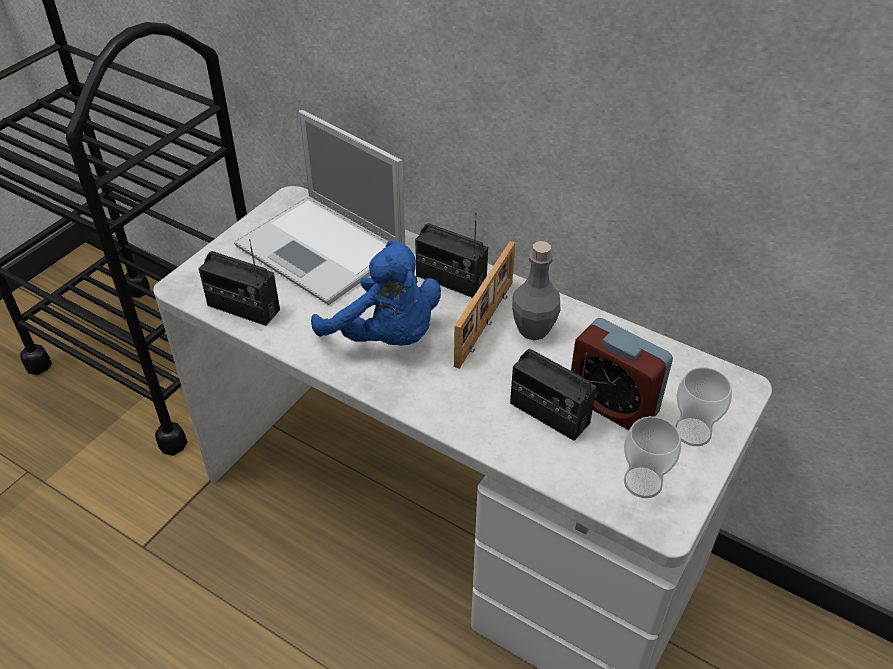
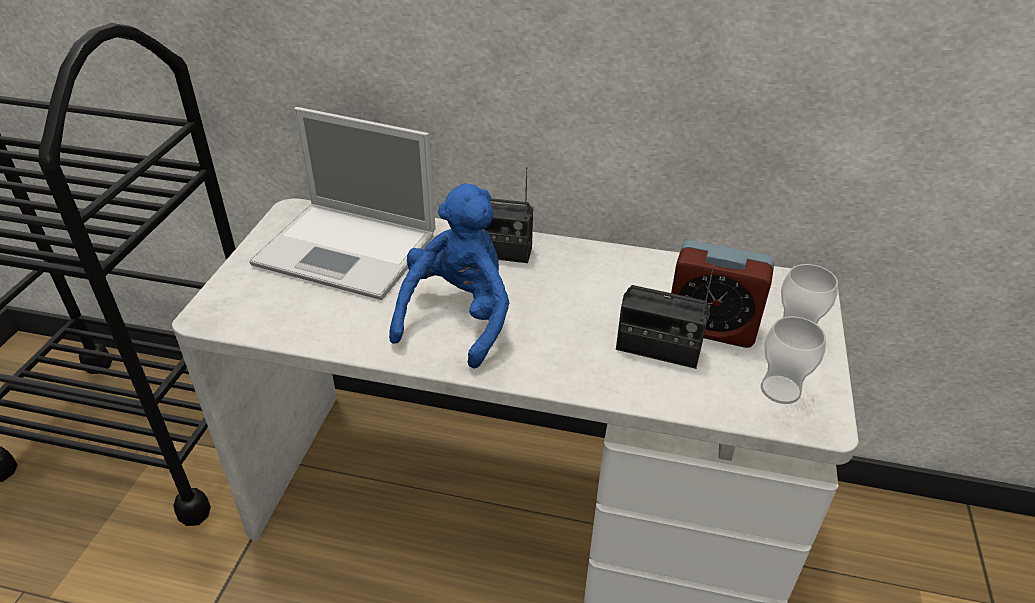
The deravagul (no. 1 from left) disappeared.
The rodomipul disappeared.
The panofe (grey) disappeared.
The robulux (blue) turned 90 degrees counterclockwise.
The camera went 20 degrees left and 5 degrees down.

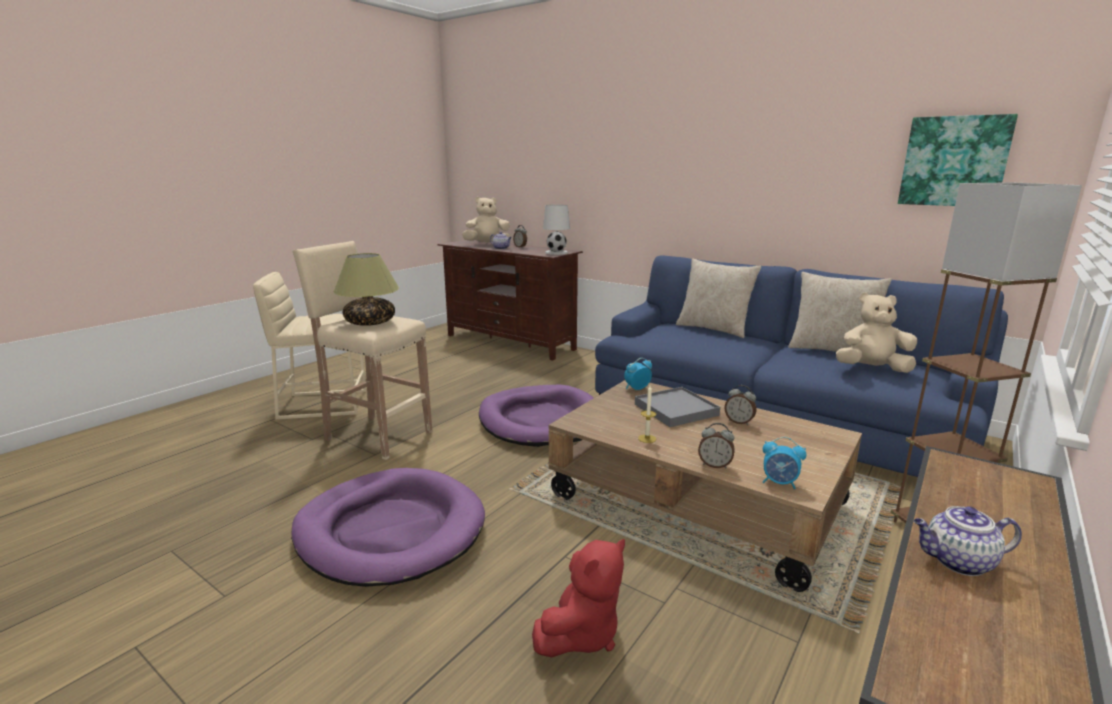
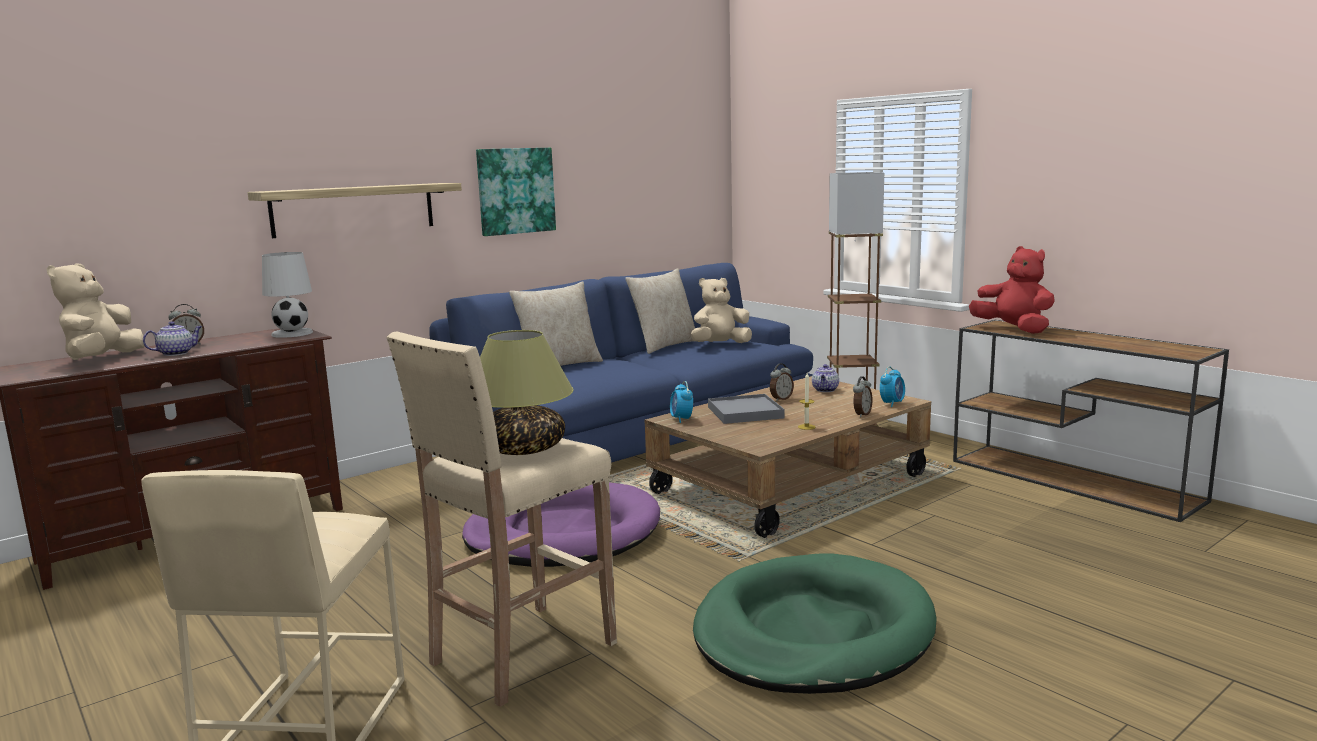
The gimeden appeared.
The robulux (red) moved.
The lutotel moved.
The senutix (no. 2 from left) moved.
The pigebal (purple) (no. 1 from left) became the pigebal (green).
The robulux (beige) (no. 2 from left) turned 45 degrees clockwise.
The camera went 75 degrees left and 5 degrees down.

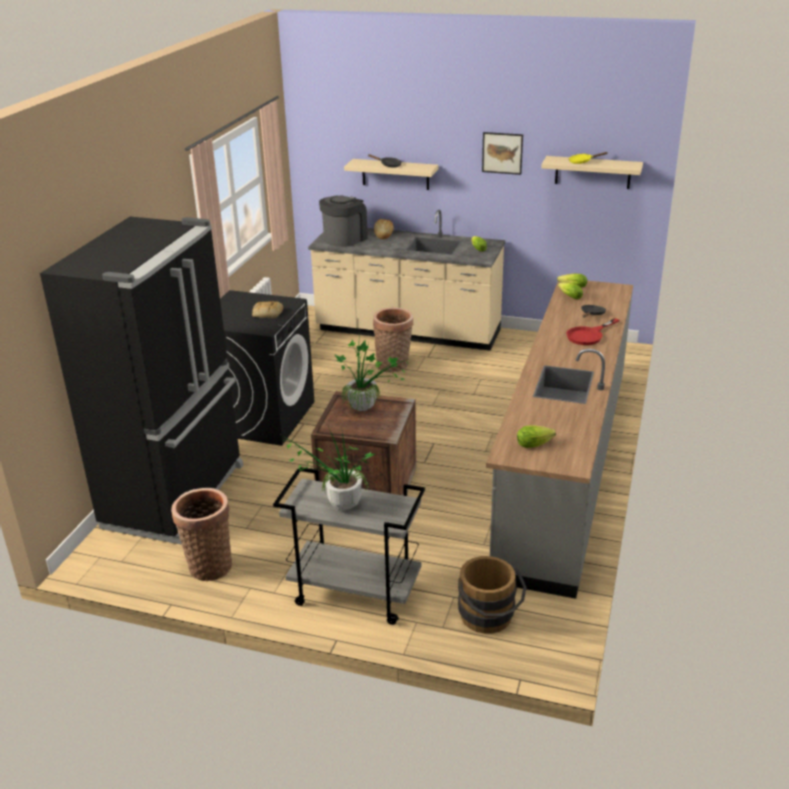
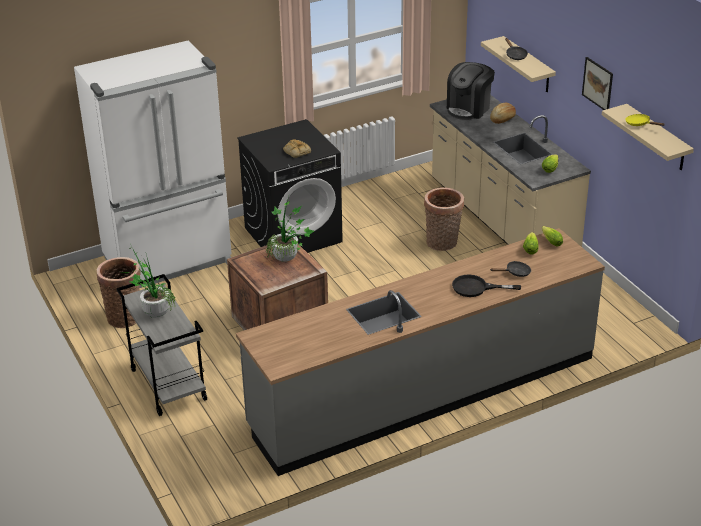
The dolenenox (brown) disappeared.
The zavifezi (no. 2 from left) disappeared.
The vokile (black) became the vokile (white).
The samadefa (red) became the samadefa (black) (no. 1 from left).
The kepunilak turned 135 degrees clockwise.
The camera went 45 degrees right and 5 degrees up.

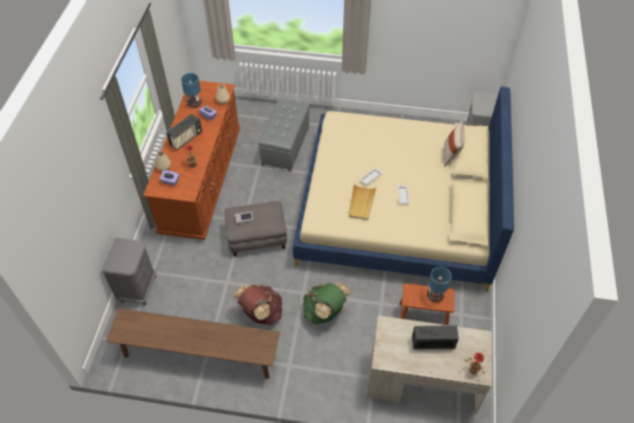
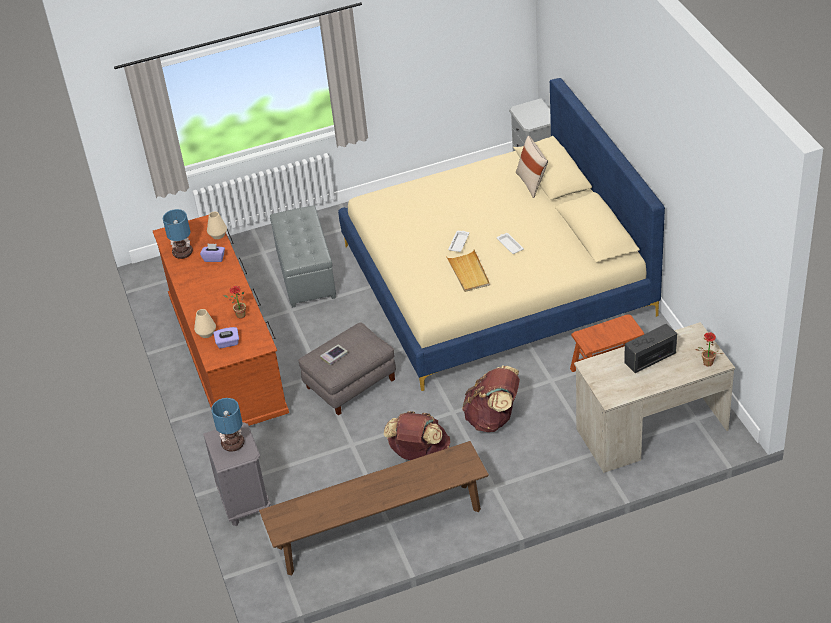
The deravagul (no. 1 from left) disappeared.
The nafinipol (no. 2 from left) moved.
The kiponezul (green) became the kiponezul (brown) (no. 2 from left).
The camera went 25 degrees left and 10 degrees down.

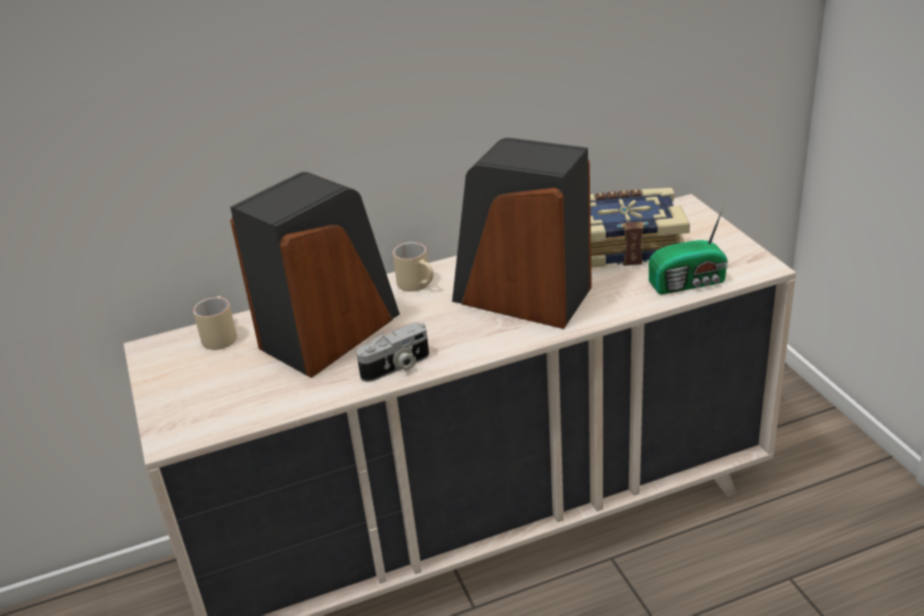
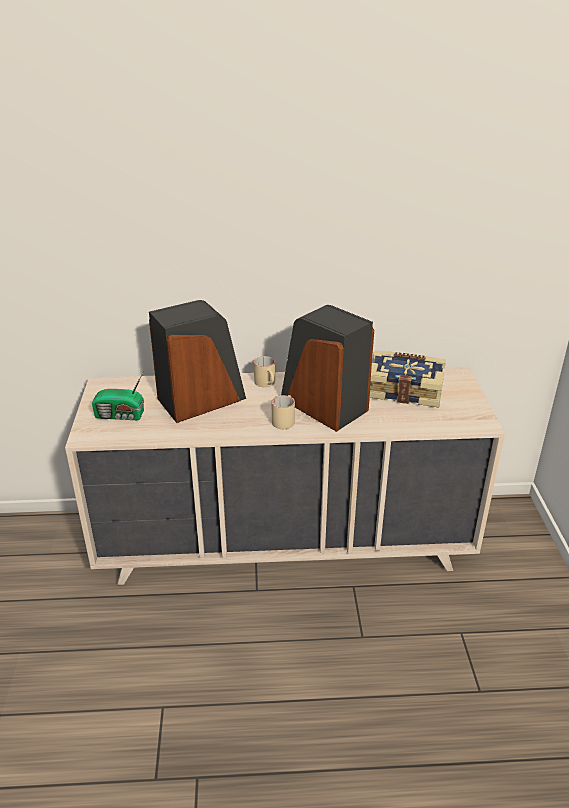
The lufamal disappeared.
The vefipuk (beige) (no. 1 from left in the first image) moved.
The deravagul moved.
The camera went 15 degrees right and 0 degrees up.

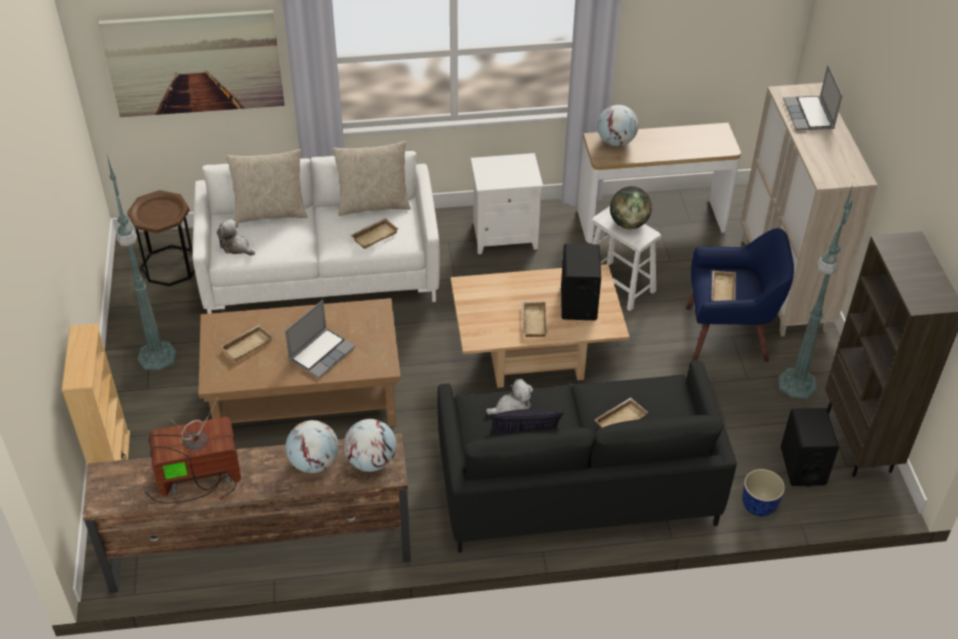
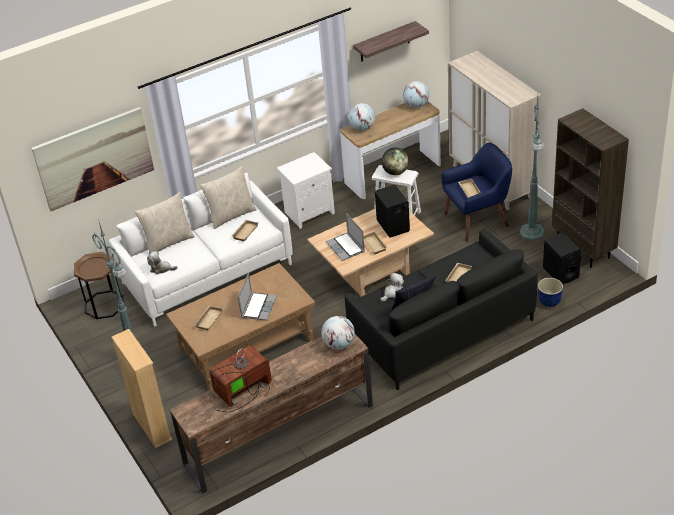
The gimeden appeared.
The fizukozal (no. 1 from left in the first image) moved.
The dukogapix (no. 2 from left) moved.
The camera went 20 degrees left and 5 degrees down.

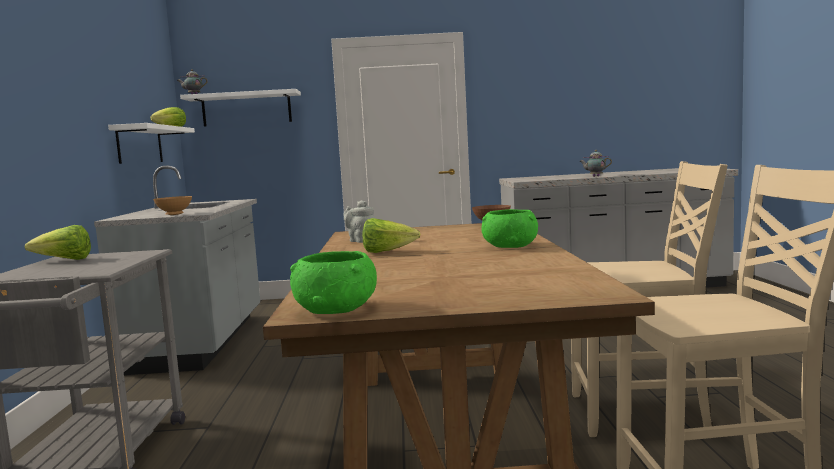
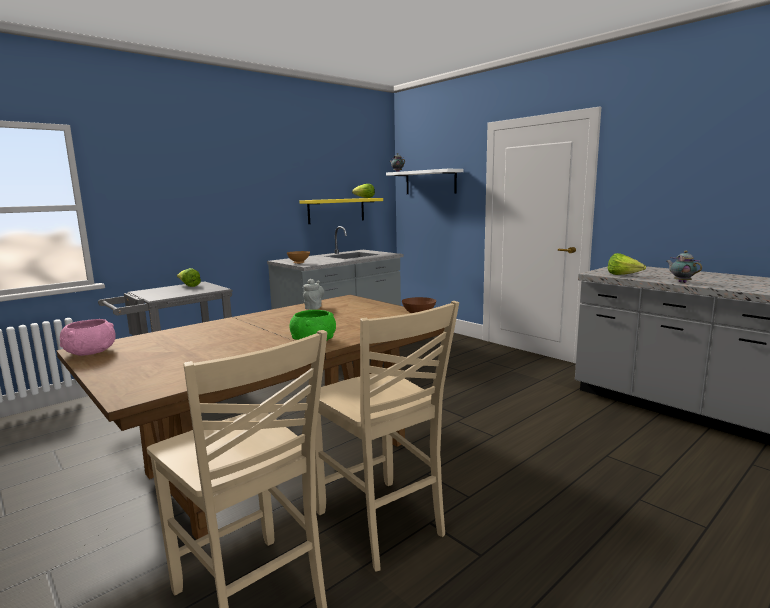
The zavifezi (no. 3 from left) moved.
The gimeden (white) (no. 1 from left) became the gimeden (yellow).
The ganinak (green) (no. 1 from left) became the ganinak (pink).
The camera went 50 degrees right and 5 degrees up.

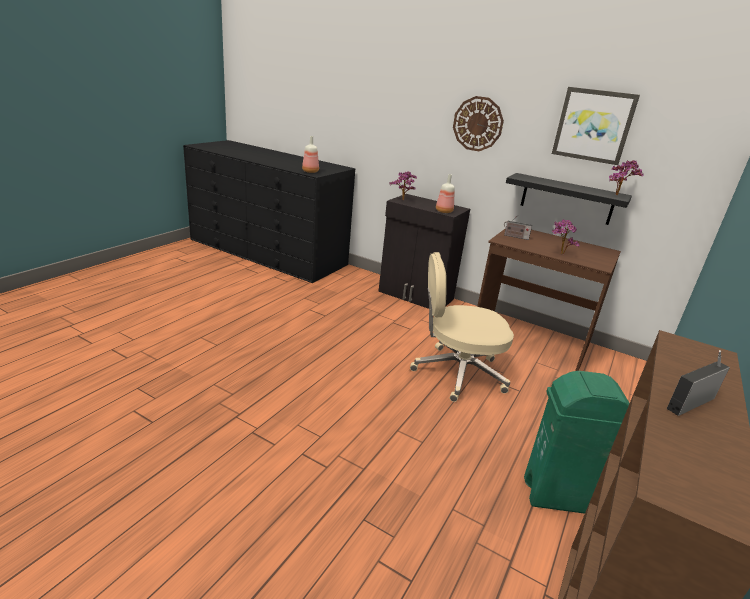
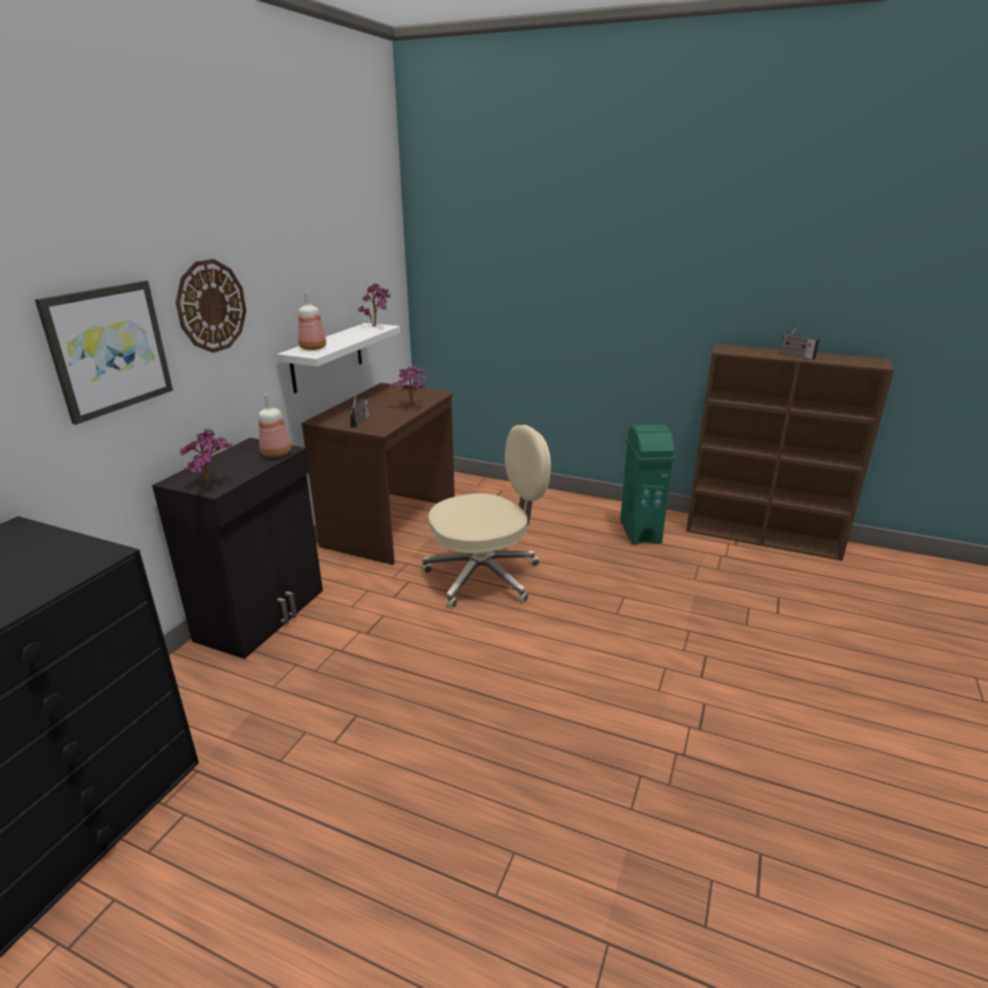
The panofe (no. 1 from left in the first image) moved.
The lutotel moved.
The gimeden (black) became the gimeden (white).
The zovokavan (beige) turned 105 degrees counterclockwise.
The camera went 95 degrees left and 0 degrees up.

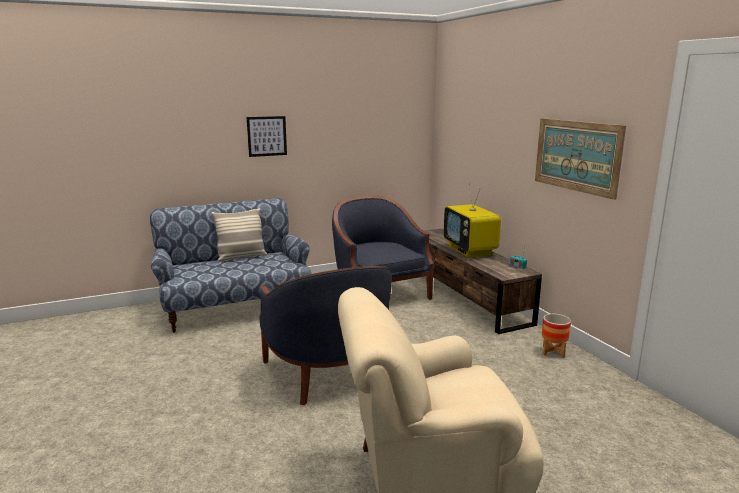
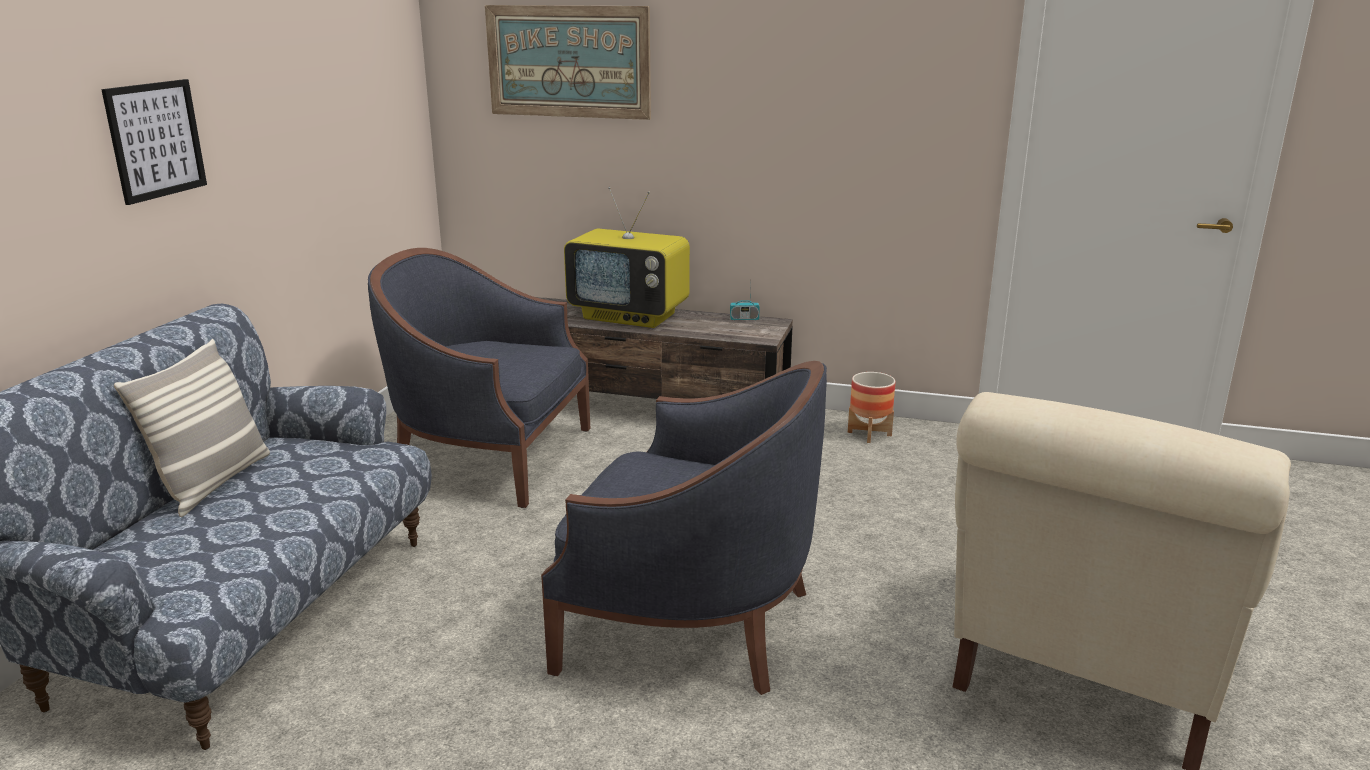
The lutotel (no. 2 from left) moved.
The camera went 50 degrees left and 5 degrees up.

